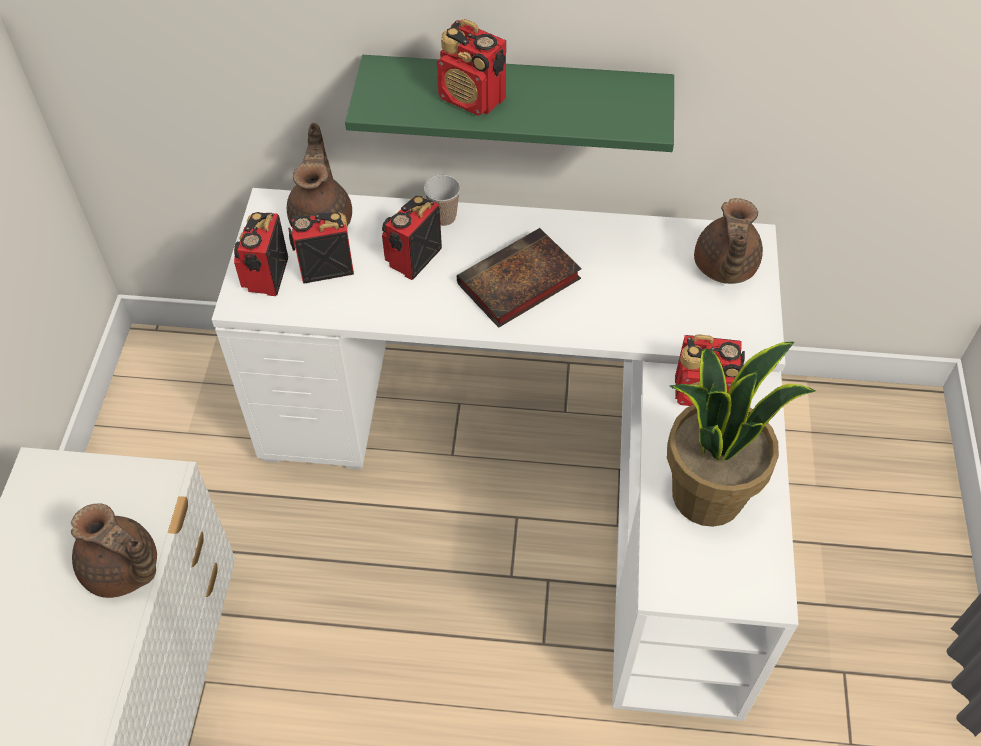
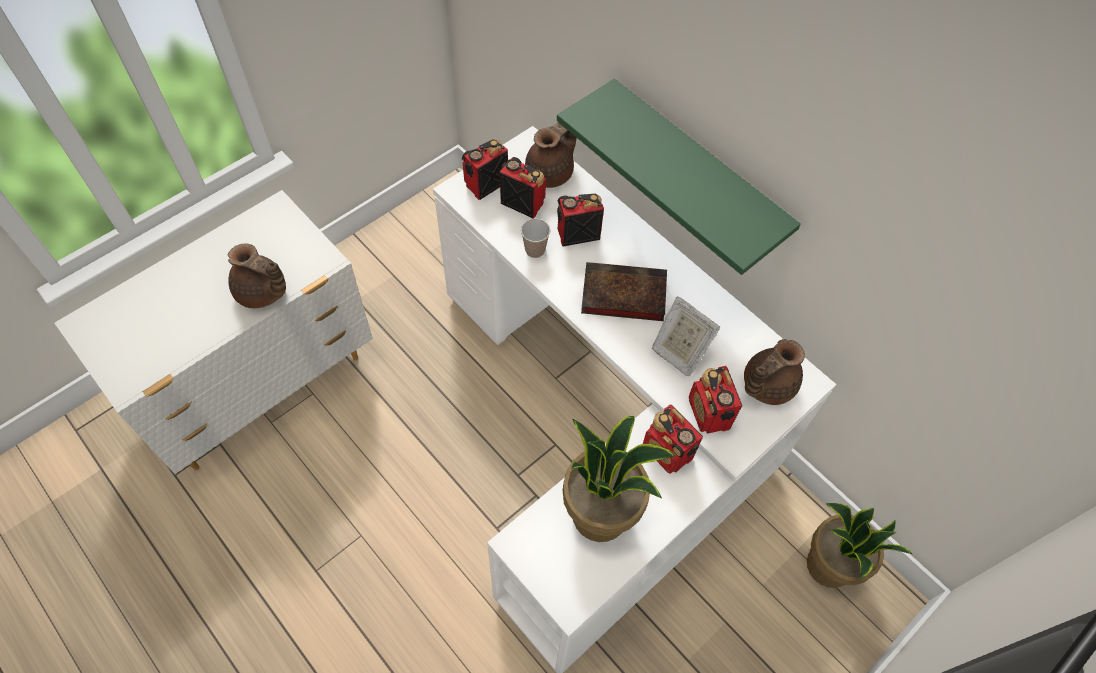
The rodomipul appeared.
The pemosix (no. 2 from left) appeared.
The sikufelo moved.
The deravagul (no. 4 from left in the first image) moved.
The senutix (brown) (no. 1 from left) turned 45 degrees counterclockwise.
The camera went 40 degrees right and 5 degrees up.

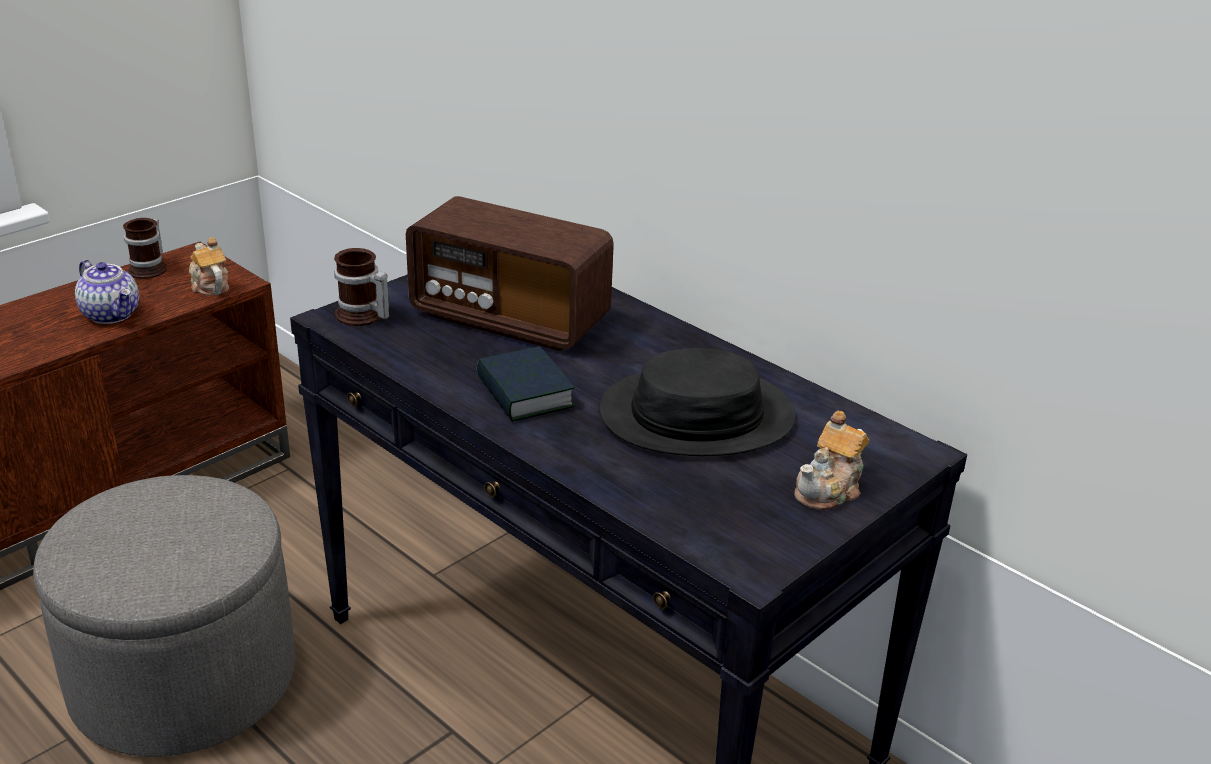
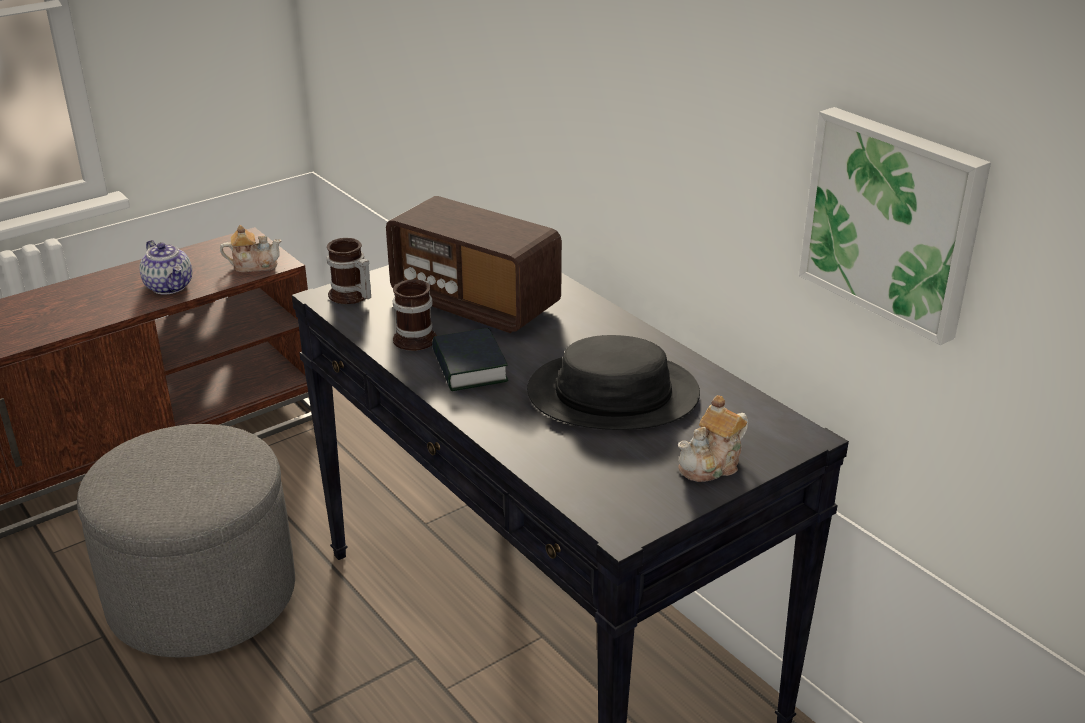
The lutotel appeared.
The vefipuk (no. 1 from left in the first image) moved.
The senutix (no. 2 from left) turned 105 degrees clockwise.
The camera went 10 degrees right and 0 degrees up.

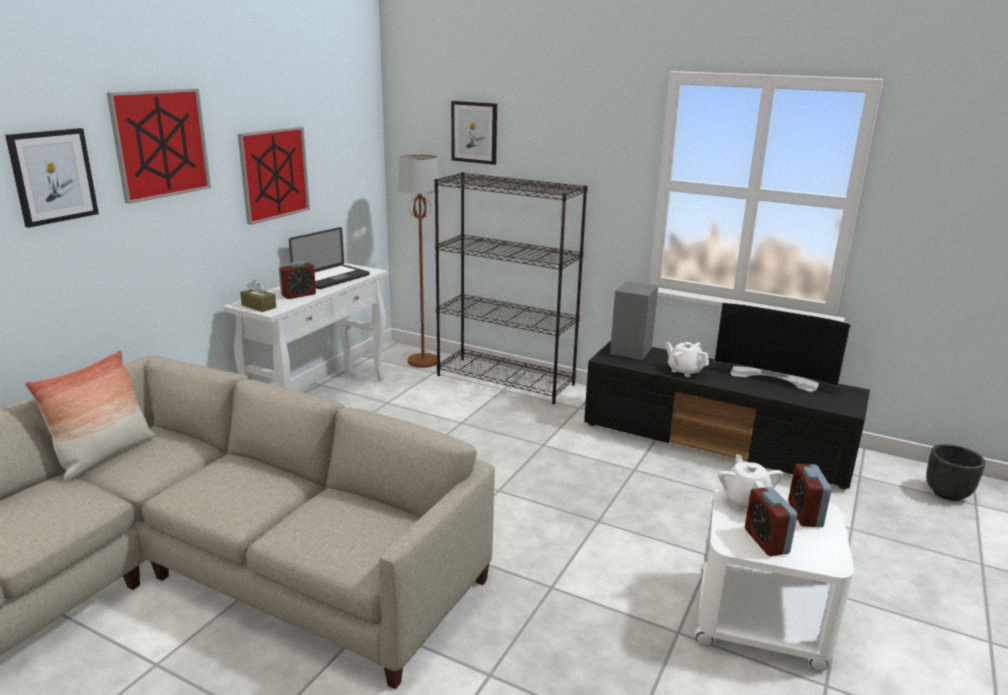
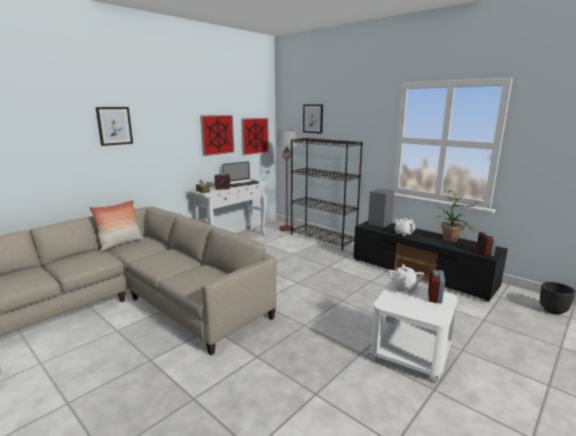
The lutotel (no. 2 from left in the first image) moved.
The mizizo (no. 2 from left in the first image) moved.
The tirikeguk was replaced by the pemosix.
The camera went 15 degrees right and 5 degrees down.

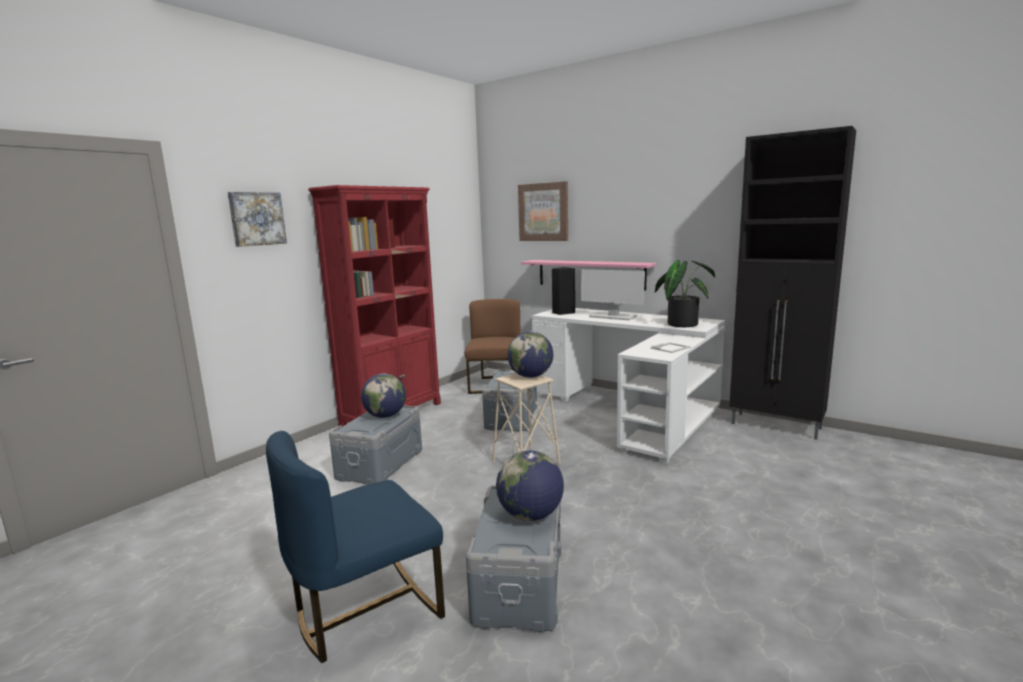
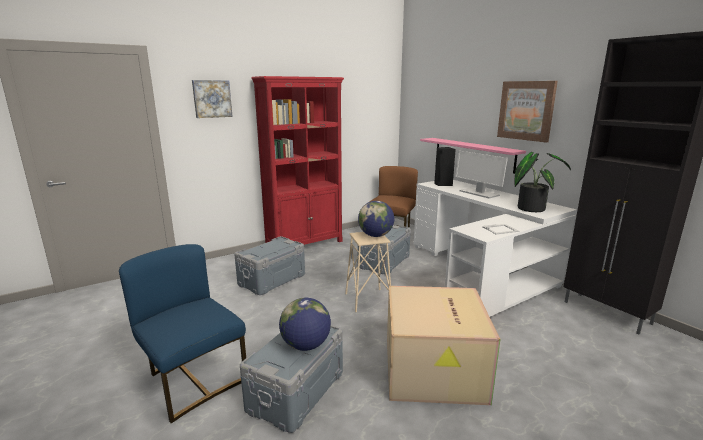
The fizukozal (no. 1 from left) disappeared.
The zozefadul appeared.
The lutotel (no. 2 from left) moved.
The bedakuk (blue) turned 60 degrees clockwise.
The camera went 20 degrees right and 5 degrees up.

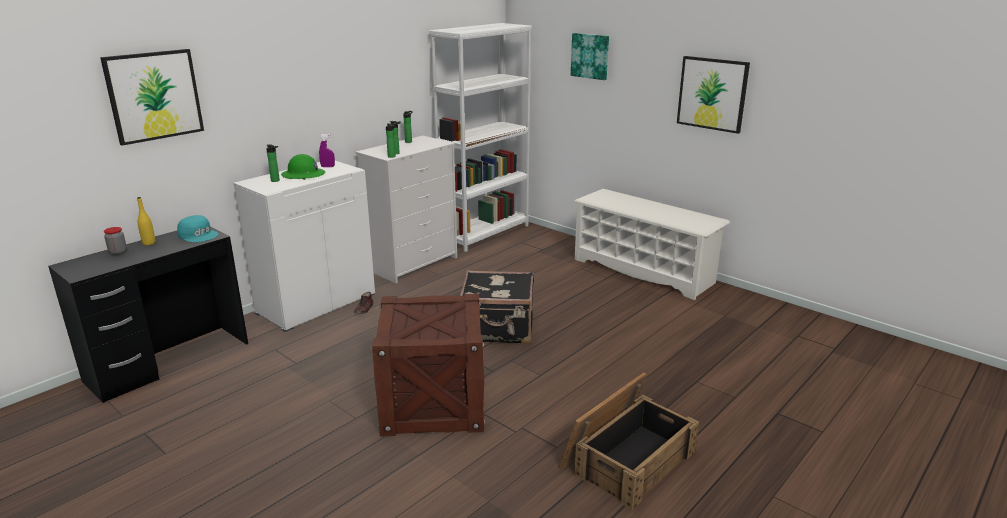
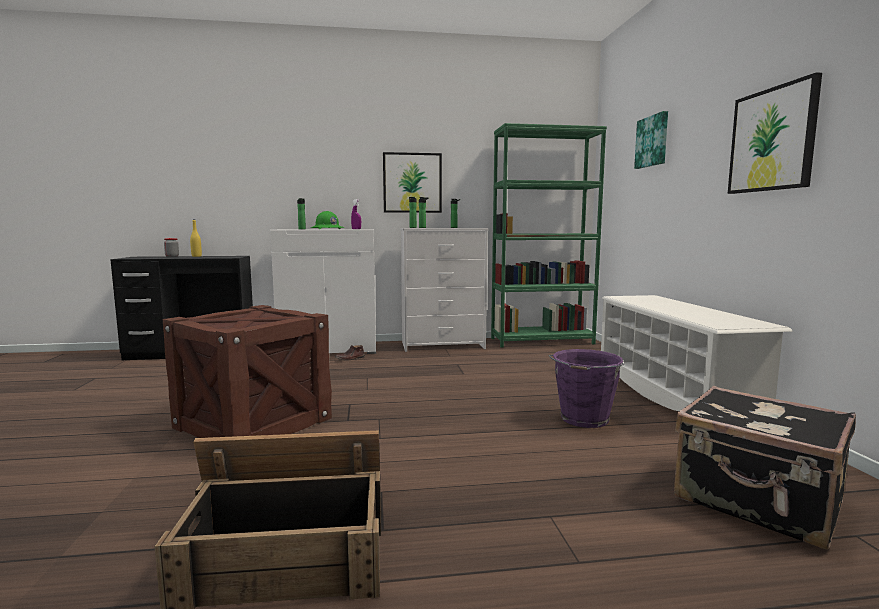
The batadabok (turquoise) disappeared.
The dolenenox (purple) appeared.
The lutotel (no. 1 from left) moved.
The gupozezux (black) moved.
The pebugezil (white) became the pebugezil (green).
The camera went 40 degrees right and 15 degrees down.

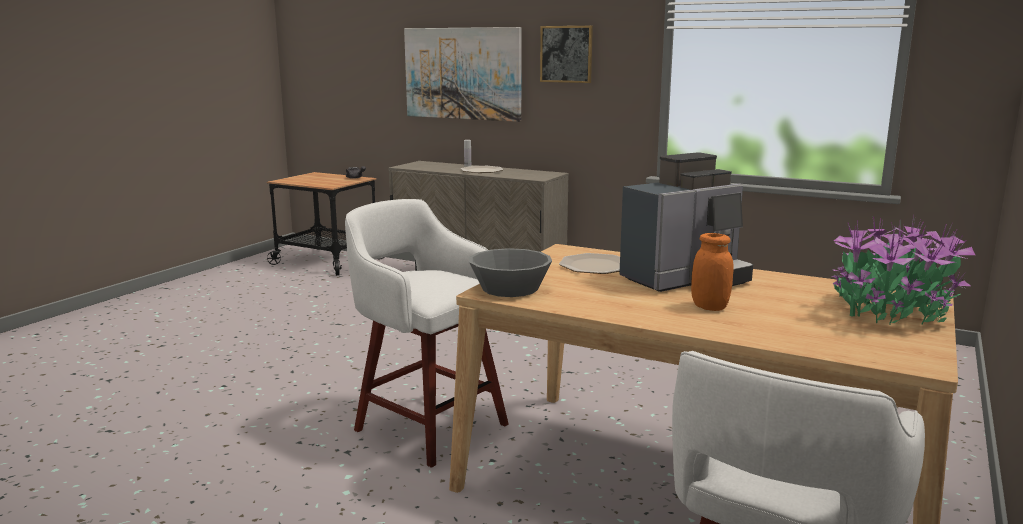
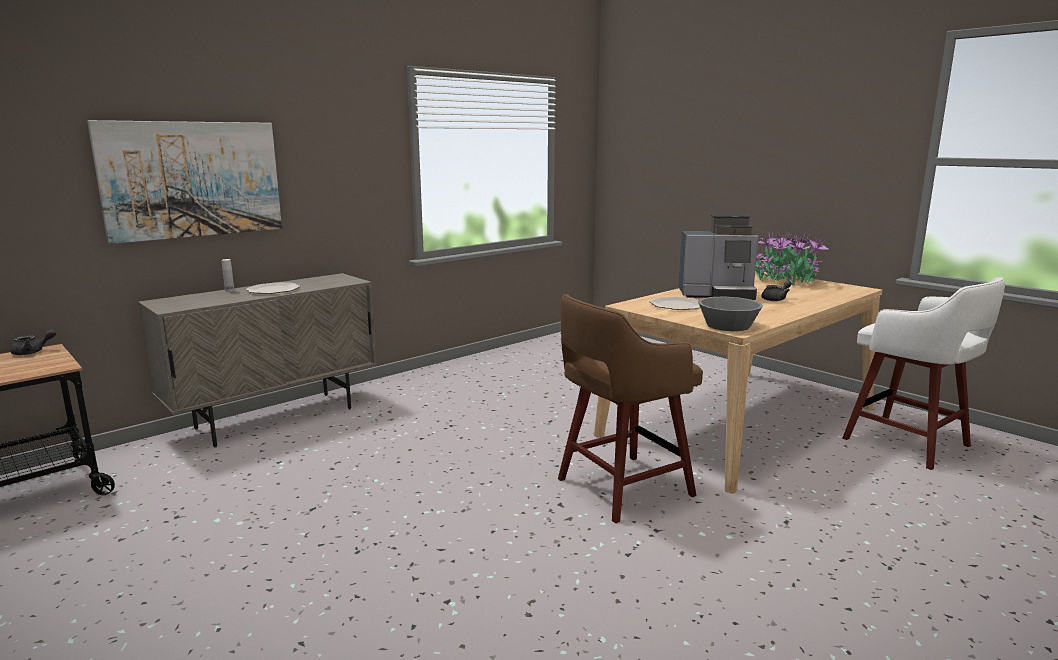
The lutotel (no. 2 from left) disappeared.
The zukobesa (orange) was replaced by the senutix (grey) (no. 2 from left).
The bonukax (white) (no. 1 from left) became the bonukax (brown).
The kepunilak turned 105 degrees clockwise.
The camera went 70 degrees left and 0 degrees up.

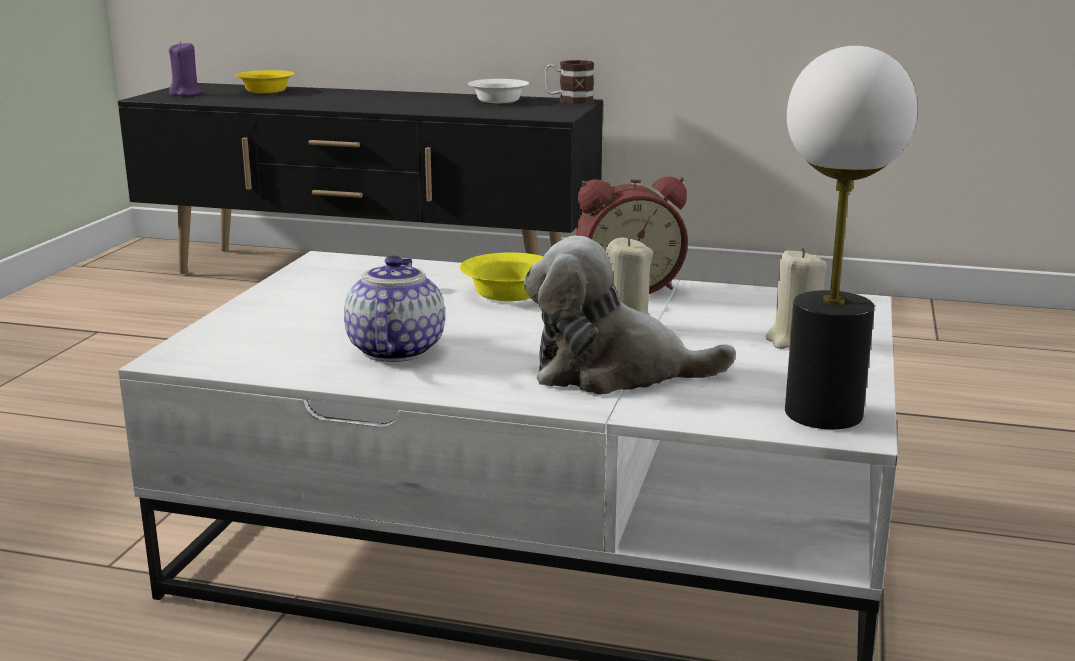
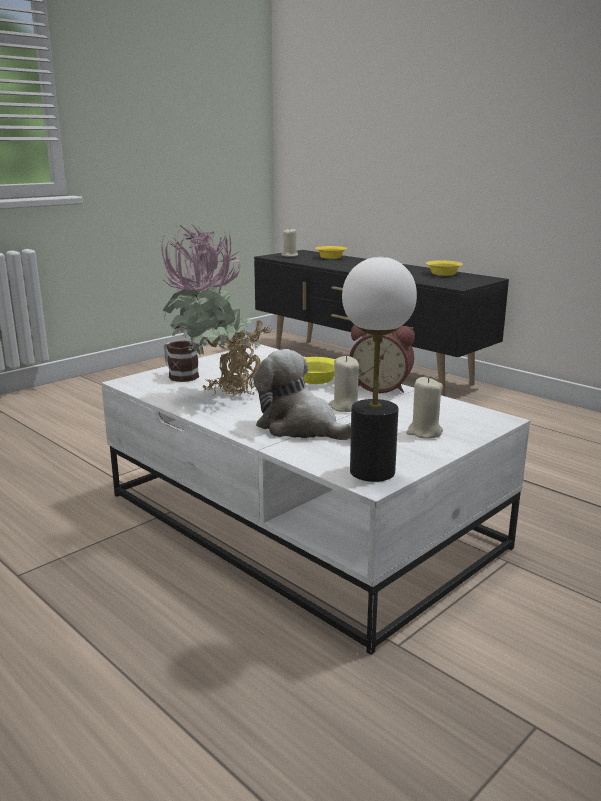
The vefipuk moved.
The senutix was replaced by the pemosix.
The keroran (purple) became the keroran (beige) (no. 1 from left).
The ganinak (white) became the ganinak (yellow) (no. 3 from left).
The camera went 30 degrees right and 0 degrees up.

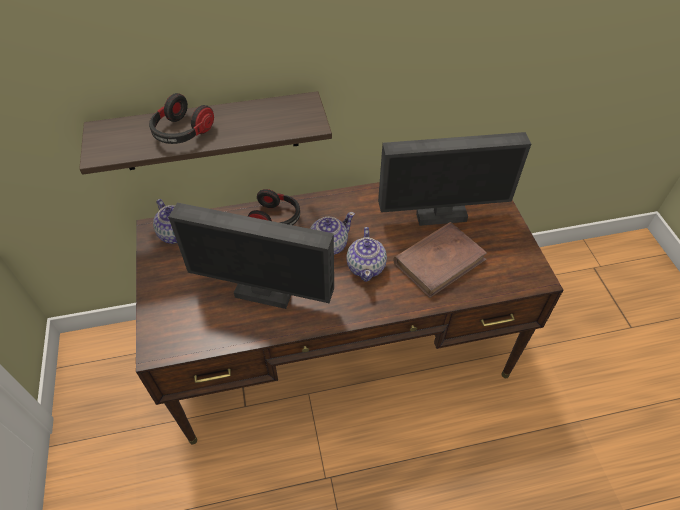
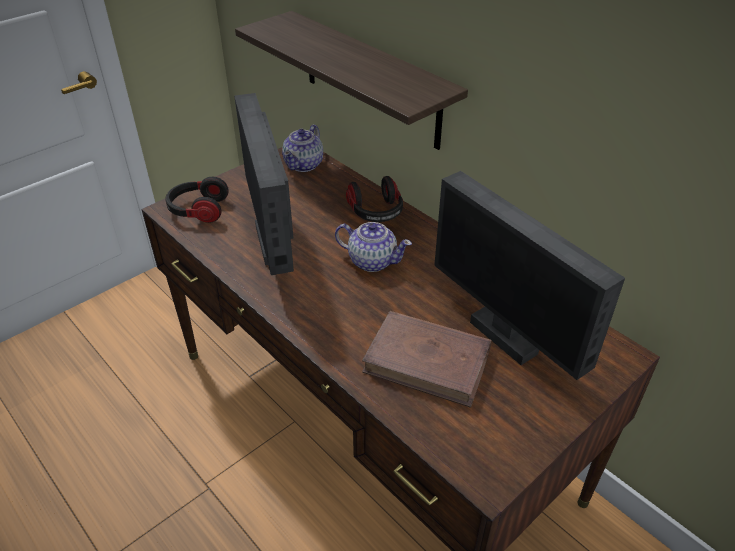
The senutix (no. 3 from left) disappeared.
The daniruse (no. 1 from left) moved.
The camera went 60 degrees right and 10 degrees down.

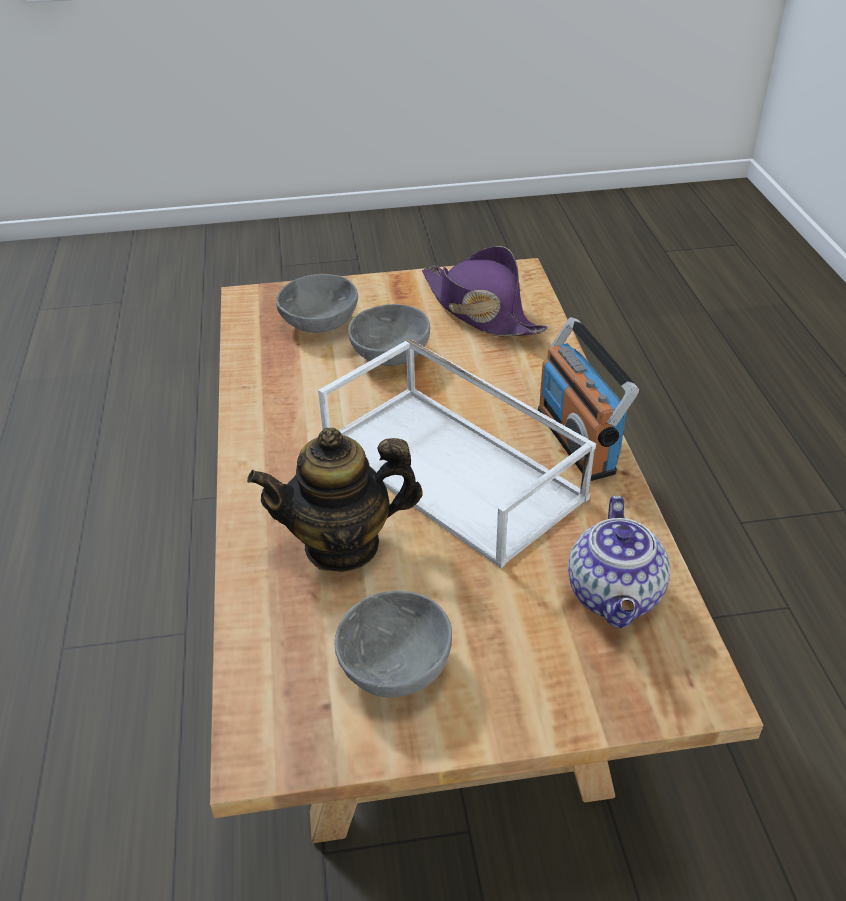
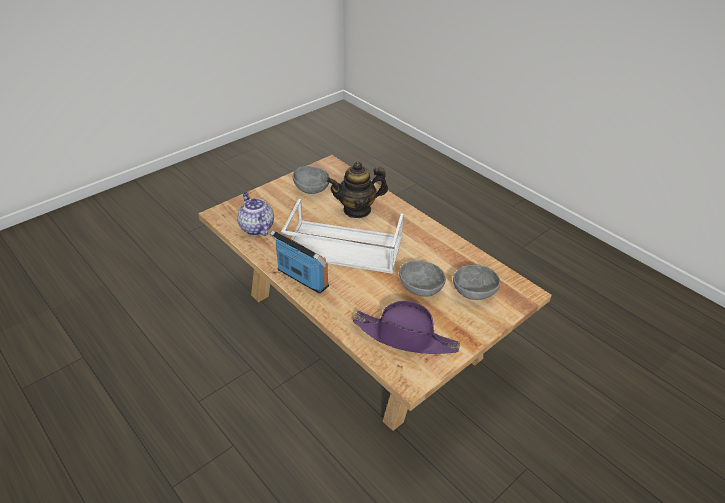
The senutix (no. 1 from left in the first image) turned 150 degrees counterclockwise.
The camera went 145 degrees right and 0 degrees up.

